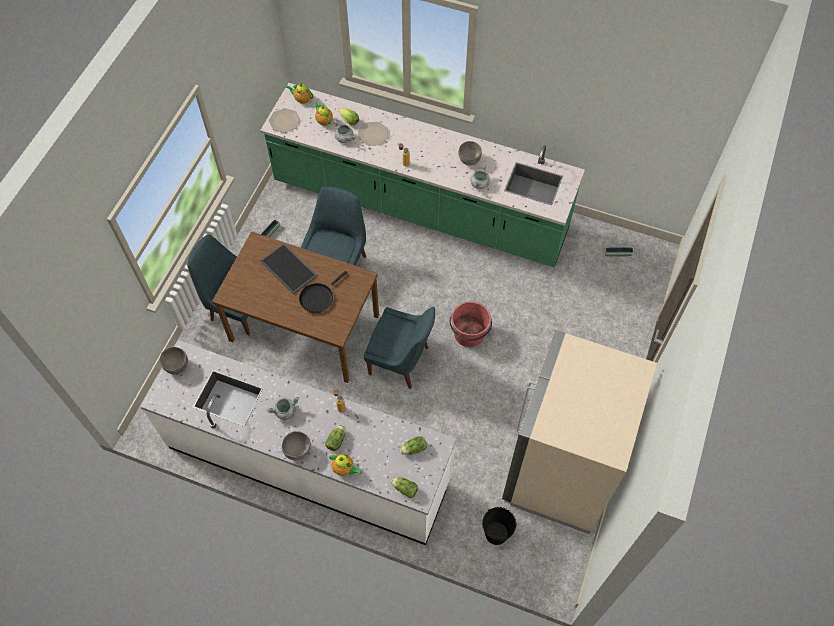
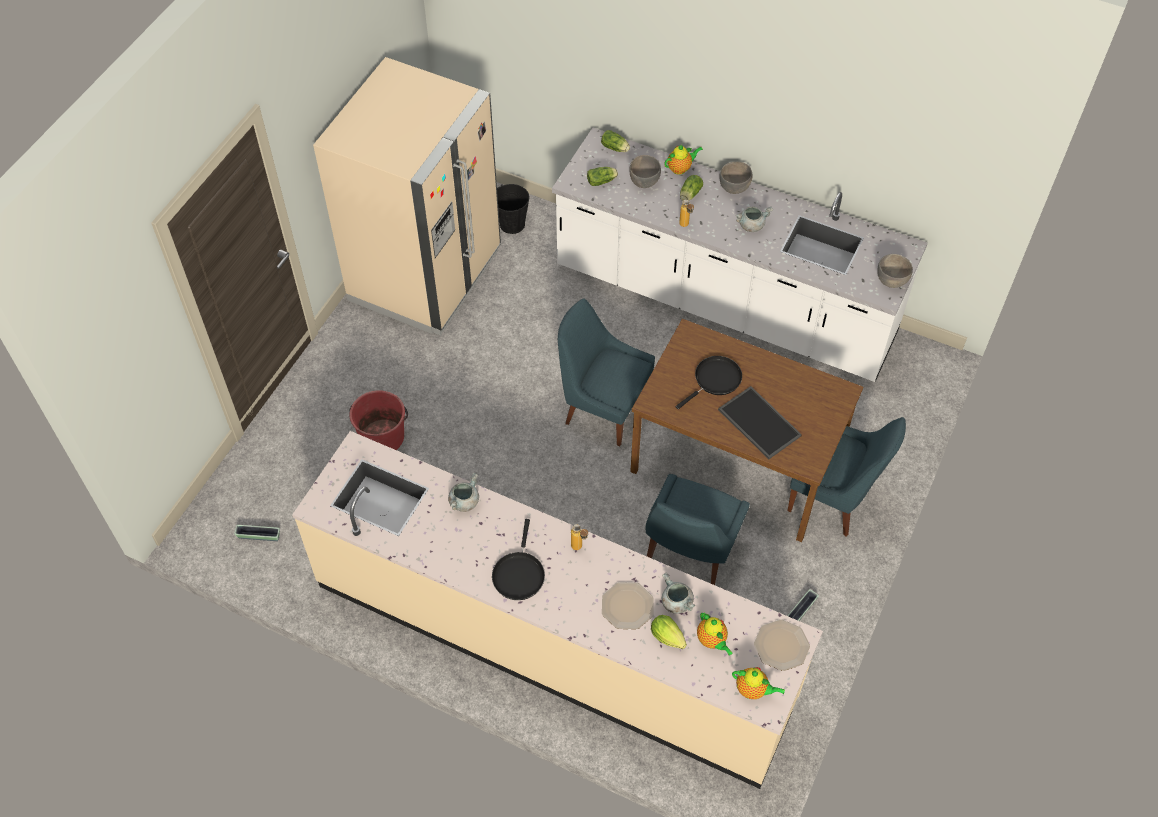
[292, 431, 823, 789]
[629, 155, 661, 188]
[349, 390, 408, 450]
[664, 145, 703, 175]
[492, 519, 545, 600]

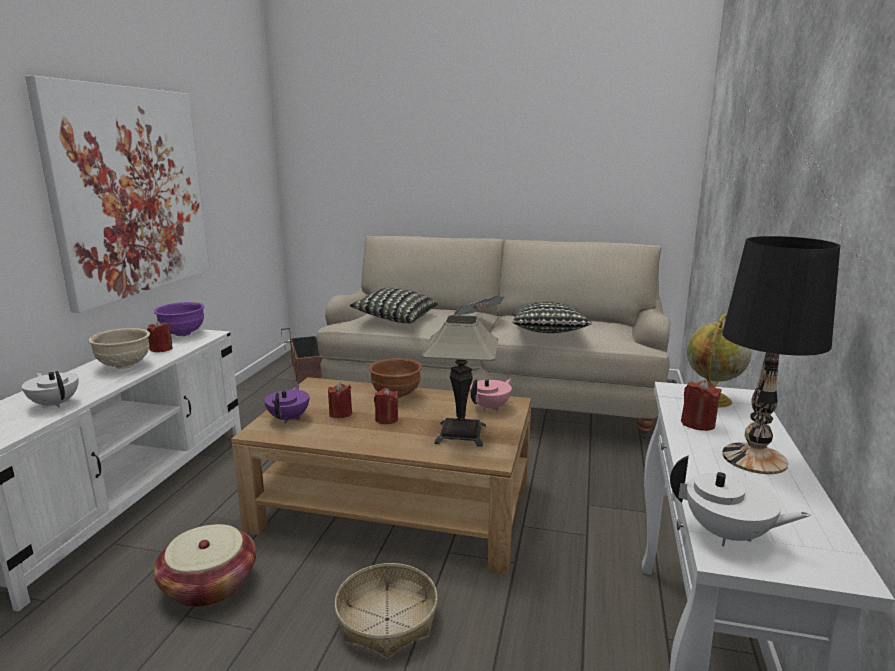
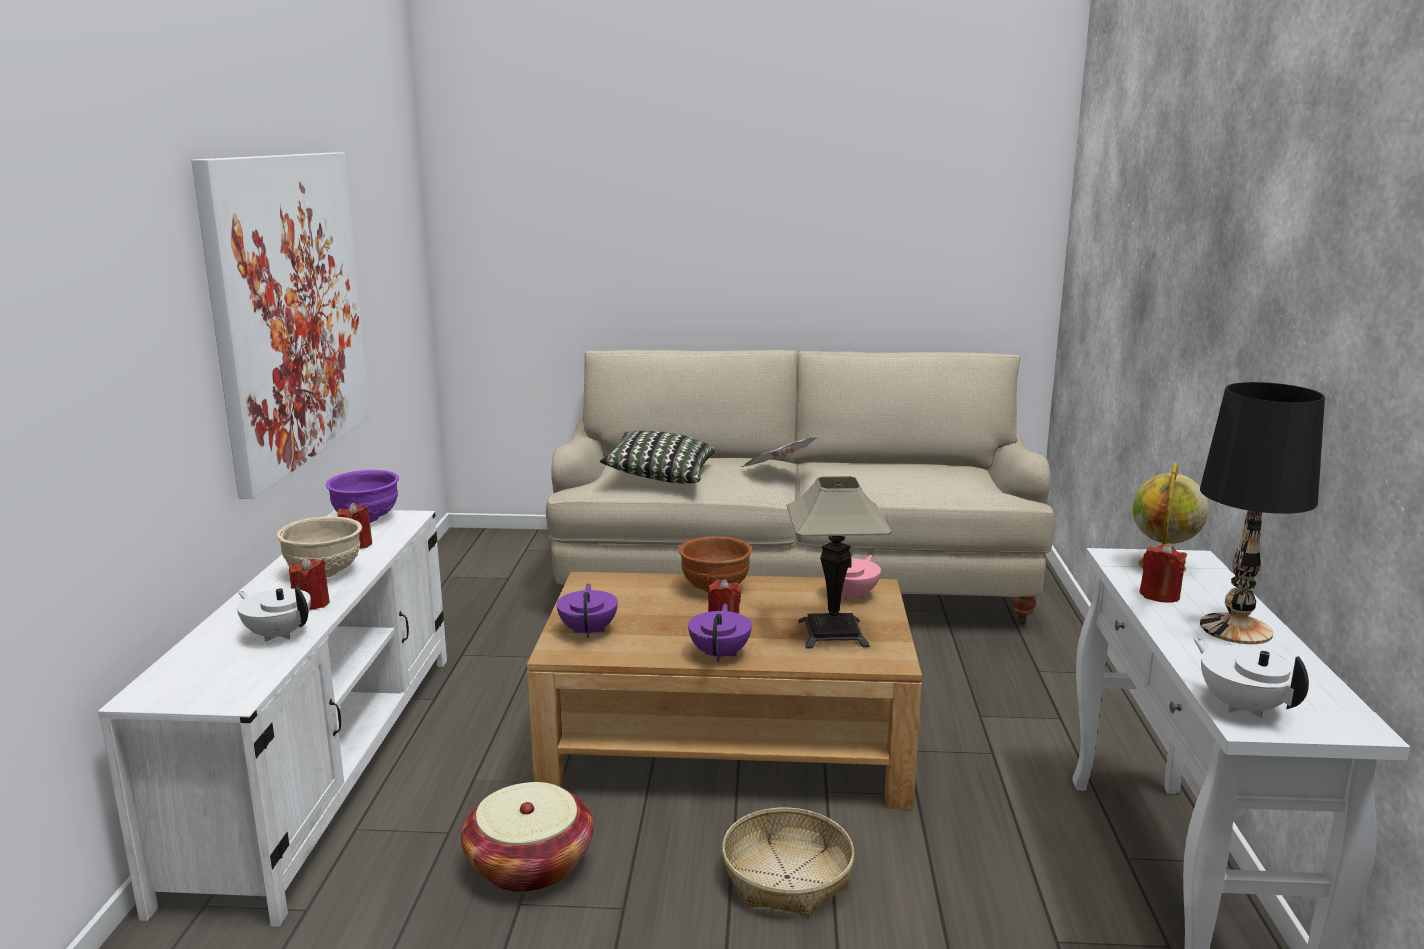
[512, 301, 592, 333] (first image)
[281, 328, 322, 383] (first image)
[289, 556, 330, 610]
[1193, 637, 1309, 718]
[688, 604, 752, 662]

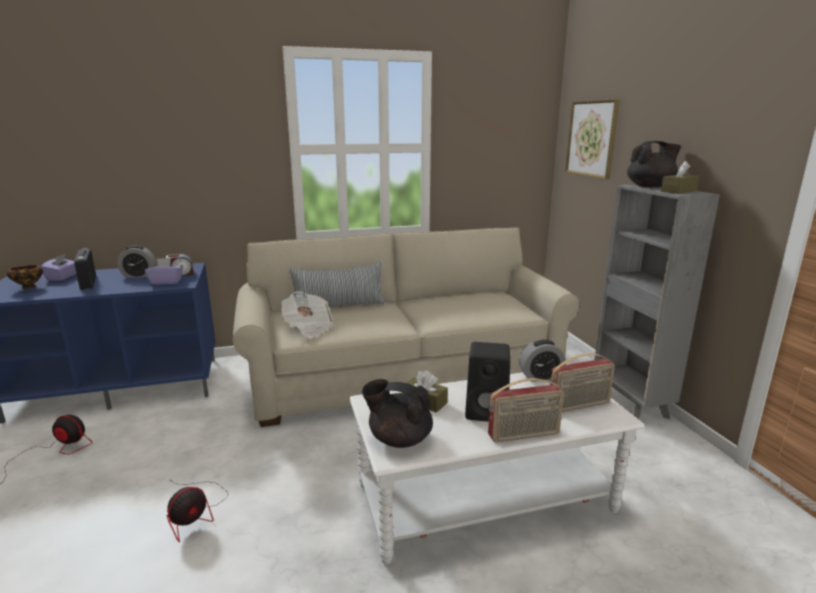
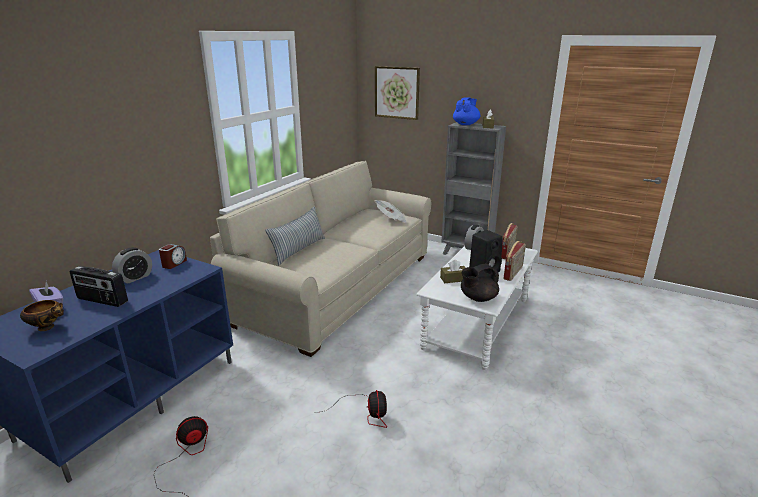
[453, 97, 480, 125]
[145, 258, 183, 285] (first image)
[375, 200, 407, 223]

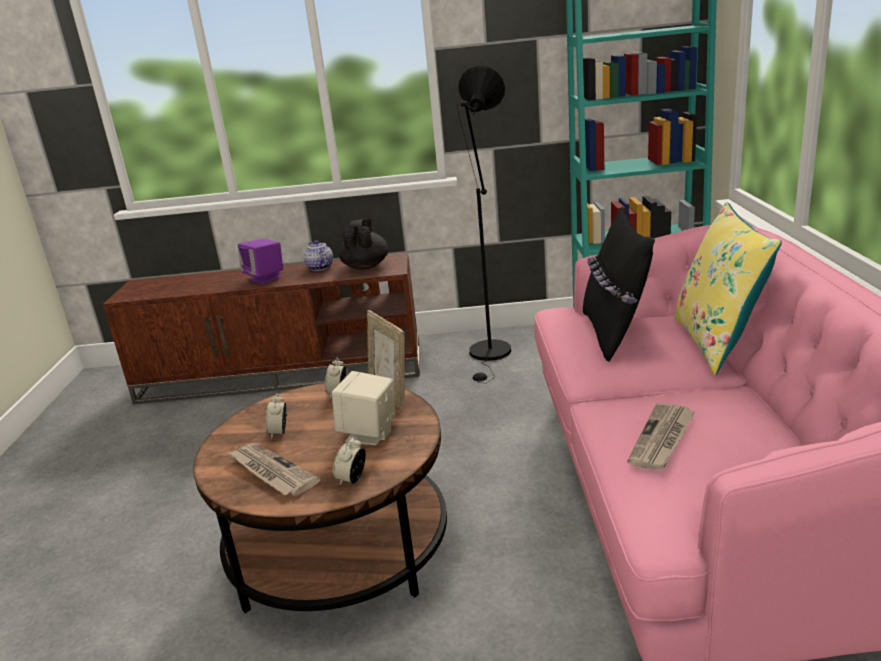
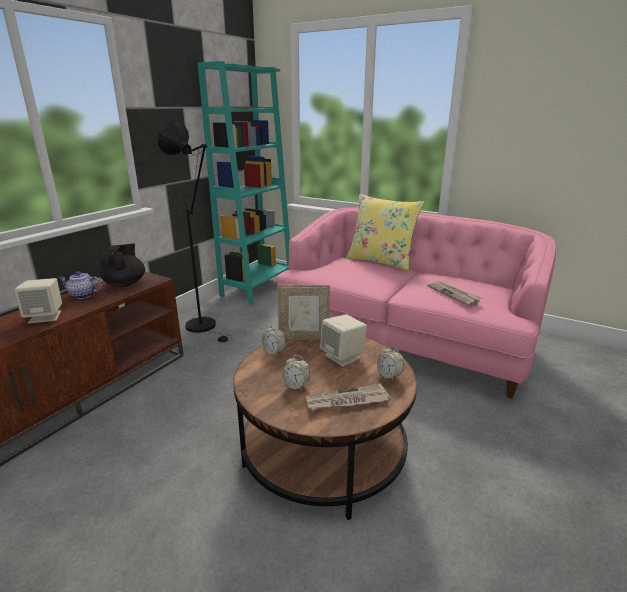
[583, 207, 655, 362] (first image)
[100, 244, 145, 287]
[14, 278, 62, 324]

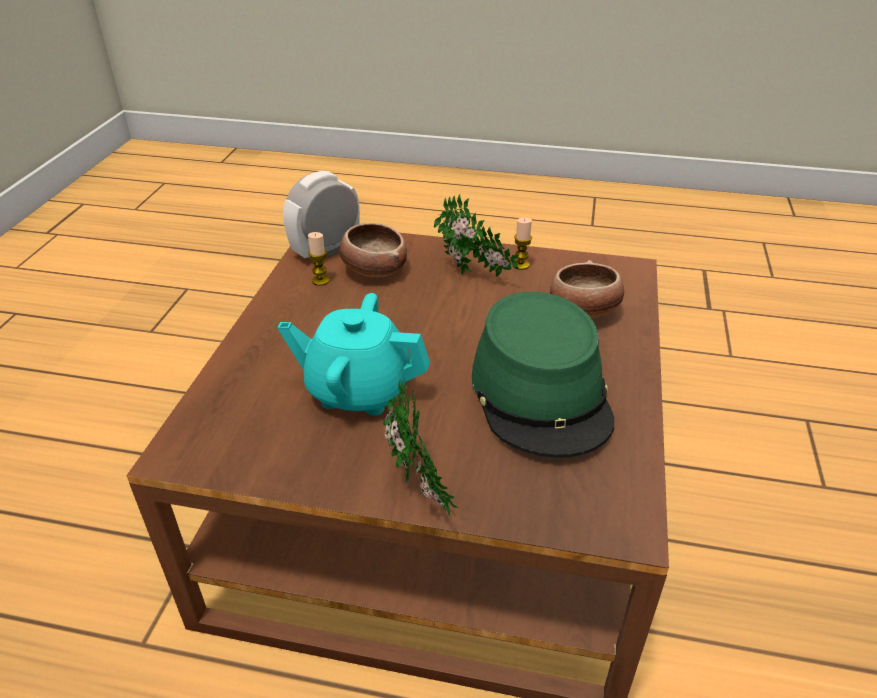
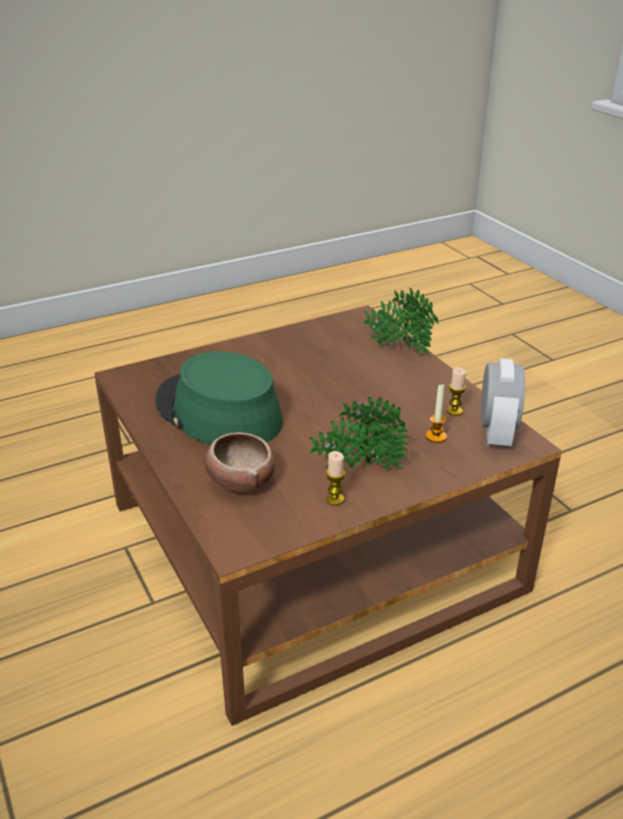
[426, 384, 447, 443]
[277, 293, 430, 416] (first image)
[363, 288, 438, 354]

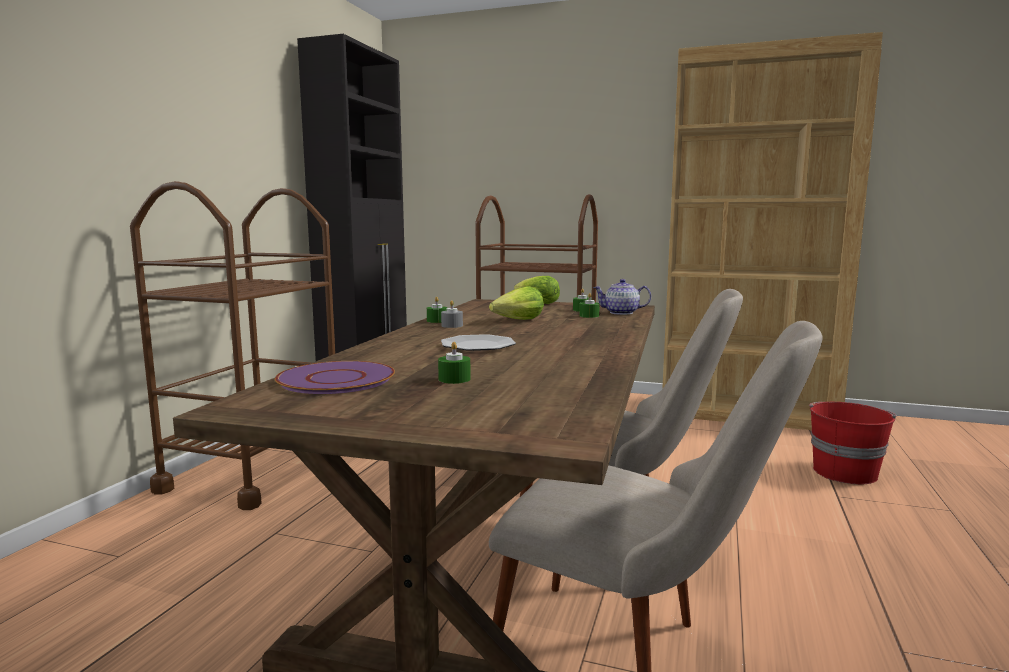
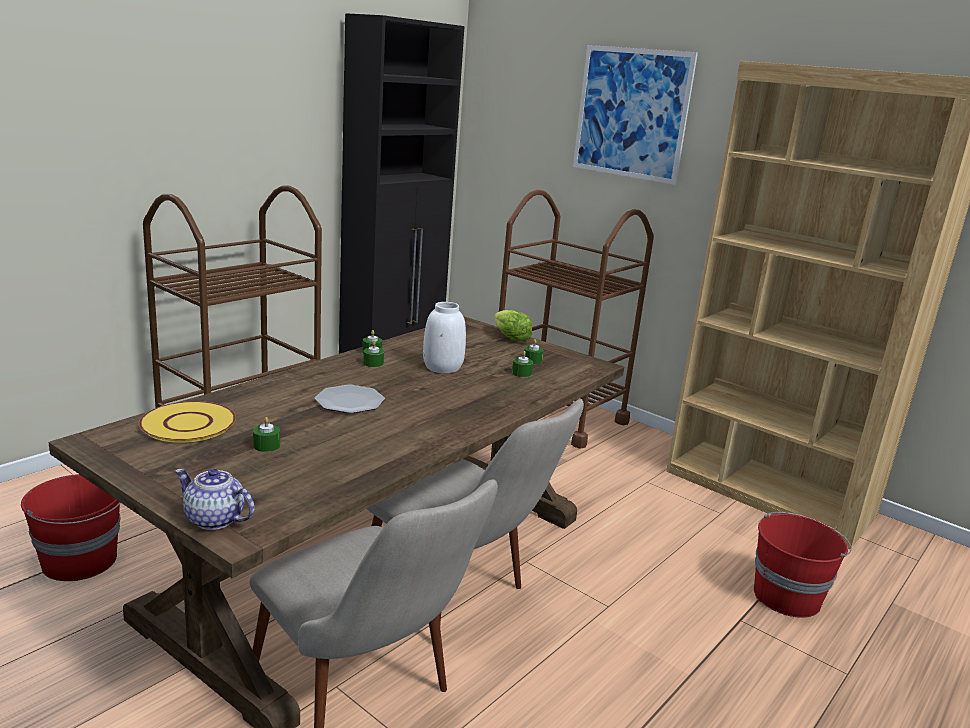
[175, 468, 255, 530]
[423, 302, 466, 373]
[363, 341, 384, 367]
[139, 401, 236, 443]
[573, 45, 698, 185]
[21, 474, 121, 581]

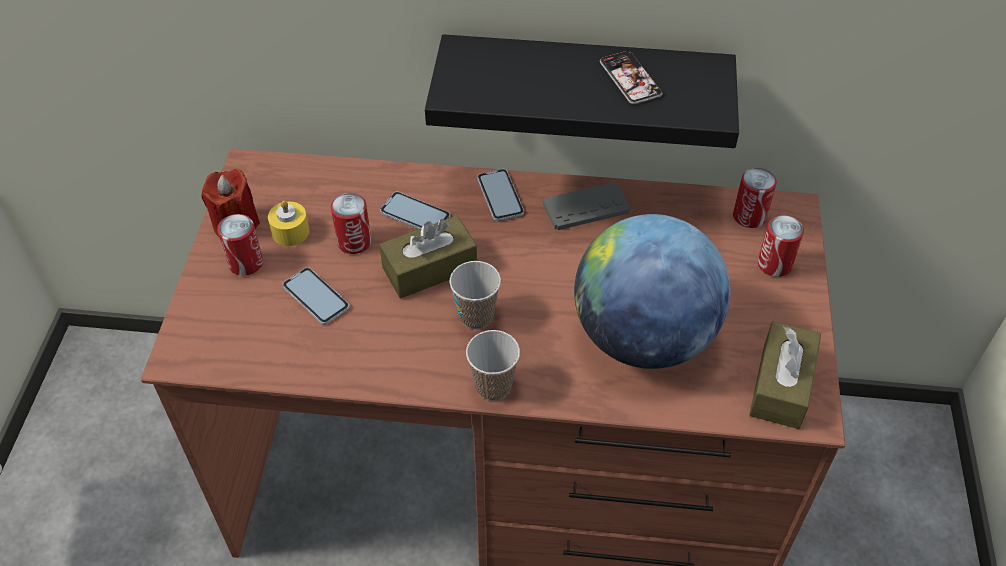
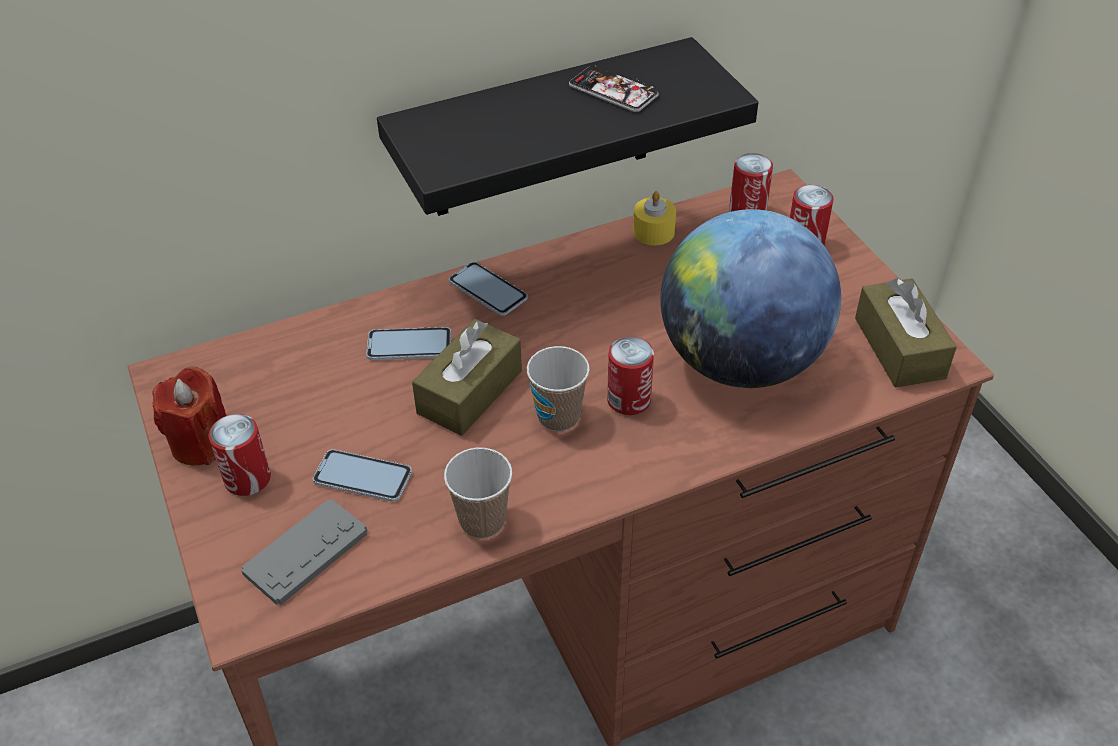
[241, 499, 367, 605]
[607, 337, 654, 415]
[633, 191, 676, 245]
[444, 447, 512, 539]

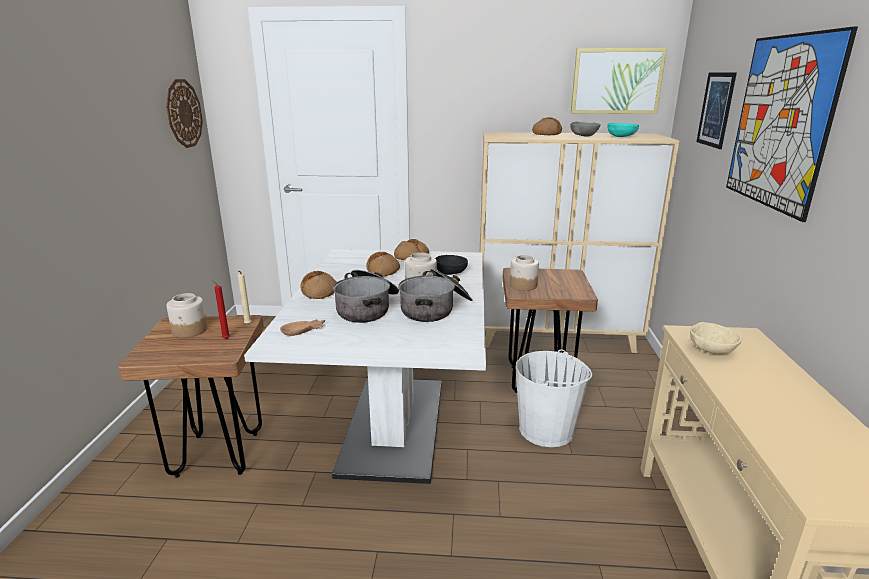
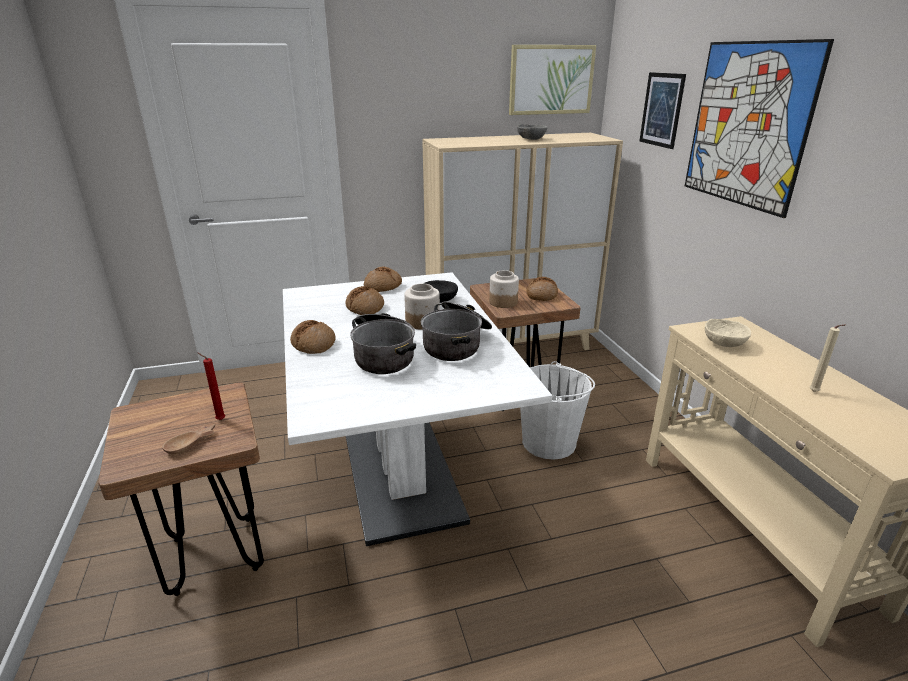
[166, 79, 203, 148] (first image)
[526, 277, 558, 301]
[607, 123, 639, 137] (first image)
[810, 325, 845, 392]
[166, 293, 208, 338] (first image)
[162, 424, 215, 454]

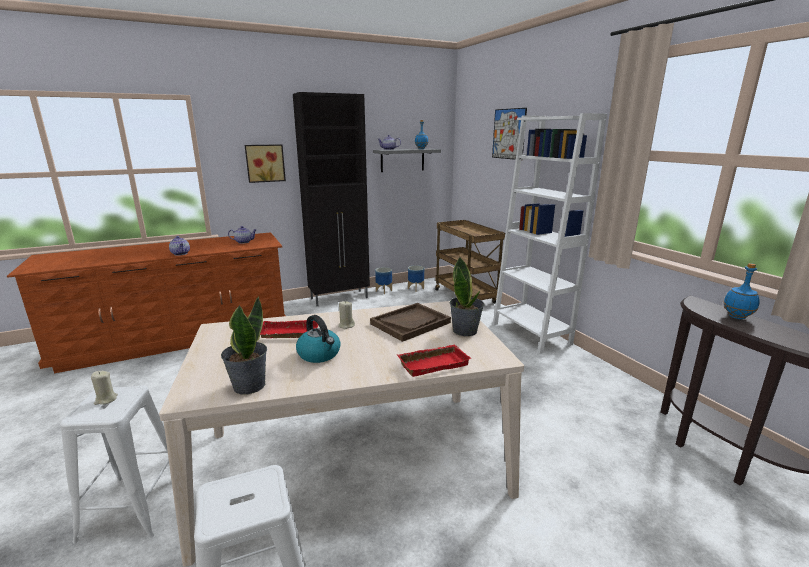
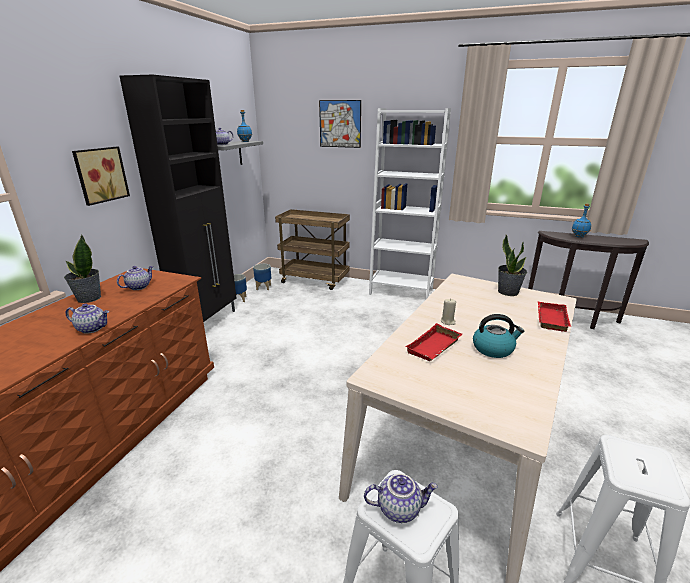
[64, 235, 101, 303]
[370, 303, 451, 342] (first image)
[364, 473, 438, 523]

